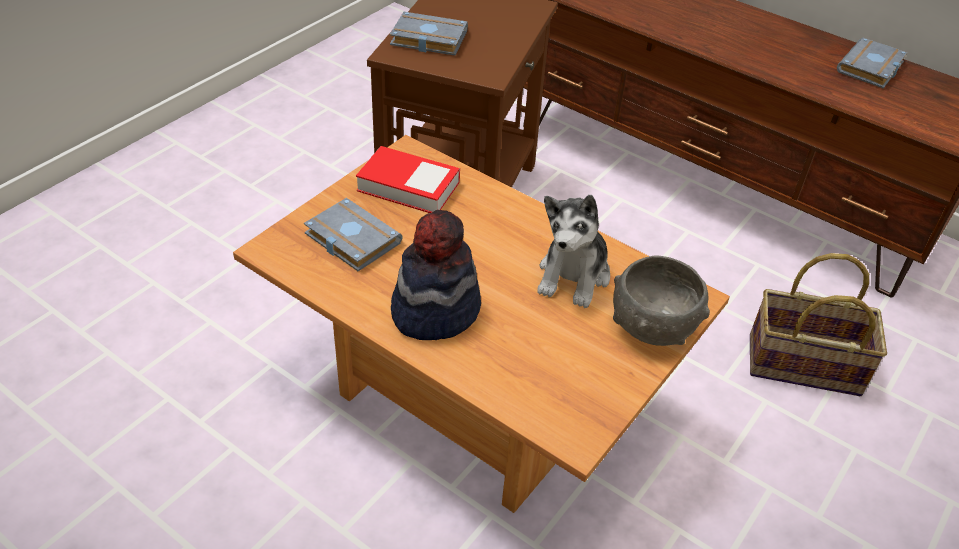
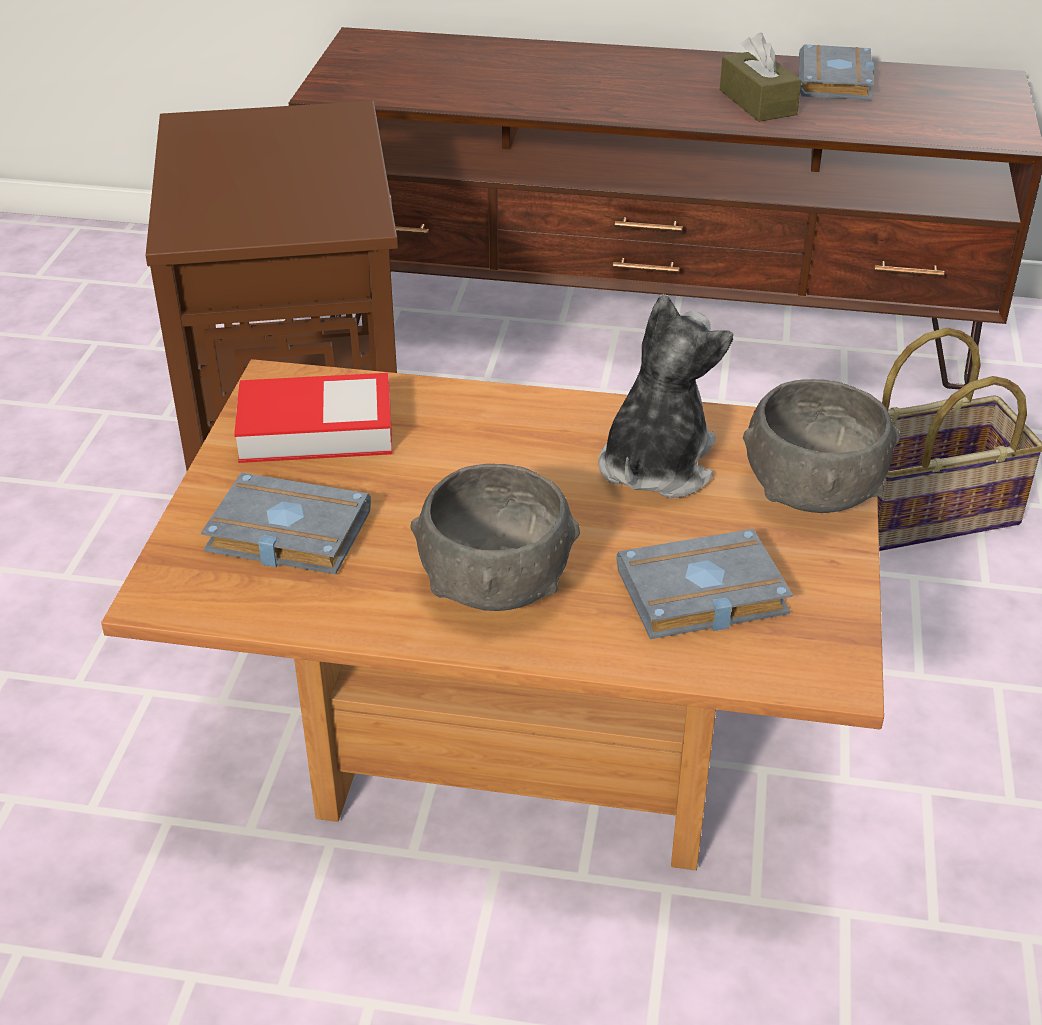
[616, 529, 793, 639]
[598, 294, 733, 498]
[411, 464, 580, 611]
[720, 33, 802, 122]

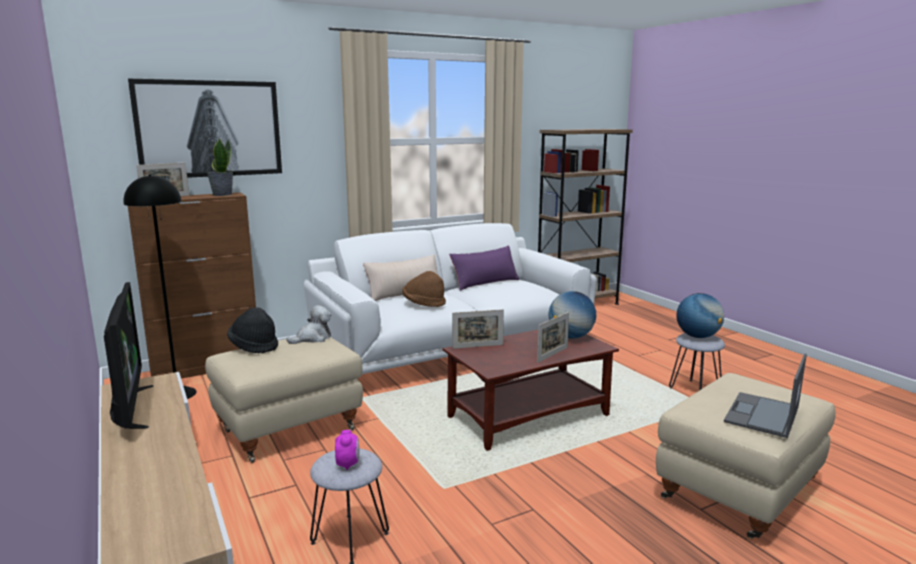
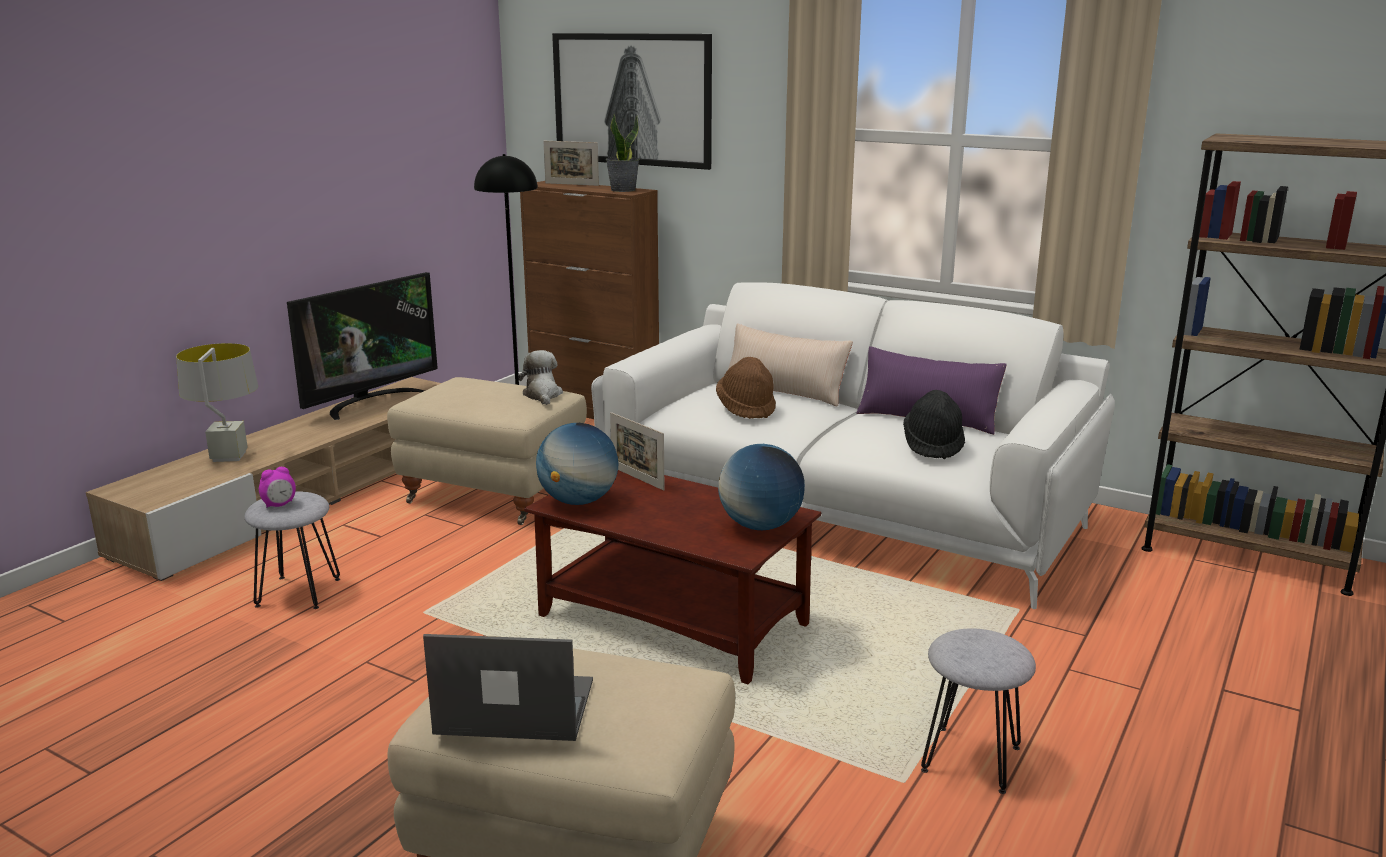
[536, 423, 619, 505]
[518, 350, 563, 405]
[903, 390, 965, 459]
[537, 312, 569, 363] (first image)
[176, 343, 258, 462]

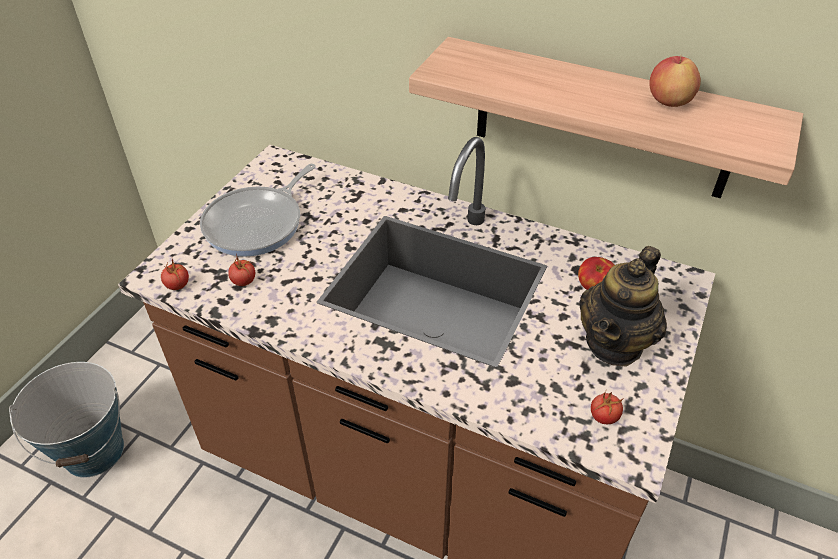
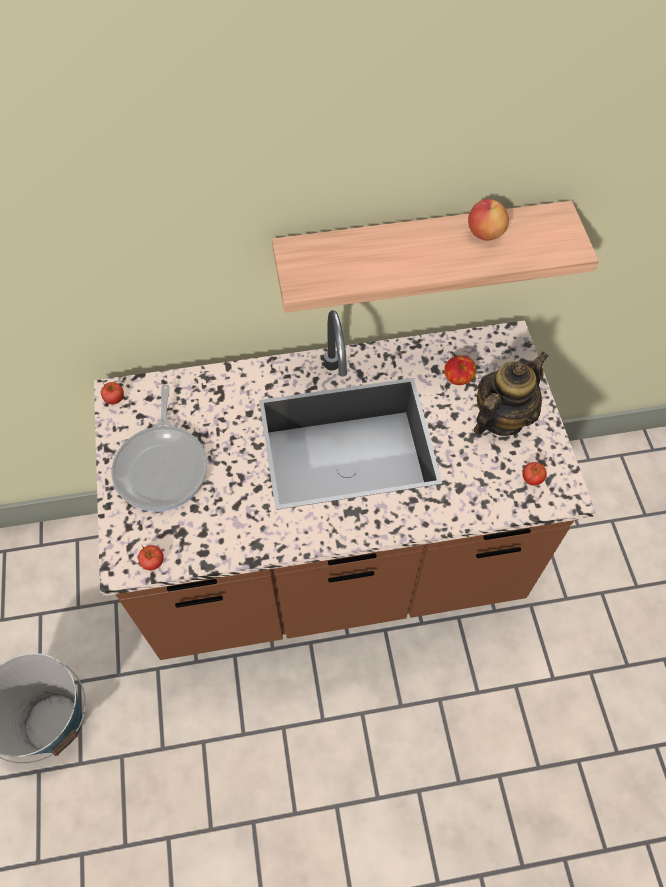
[474, 352, 548, 436]
[101, 381, 124, 404]

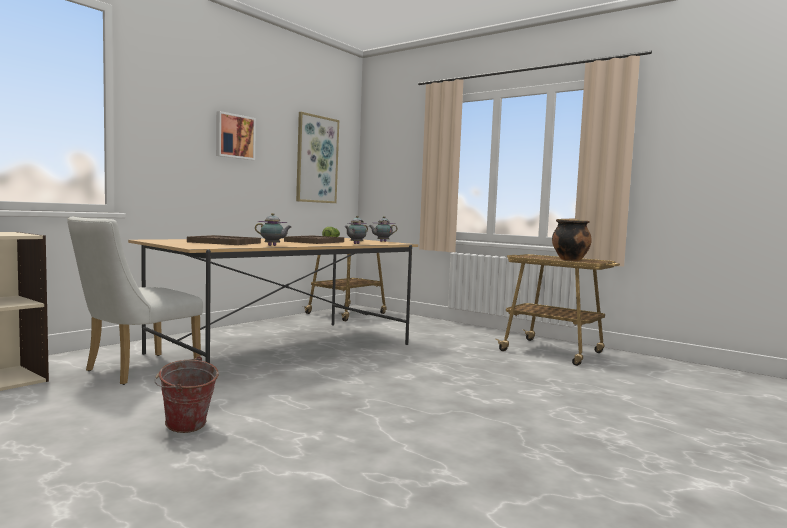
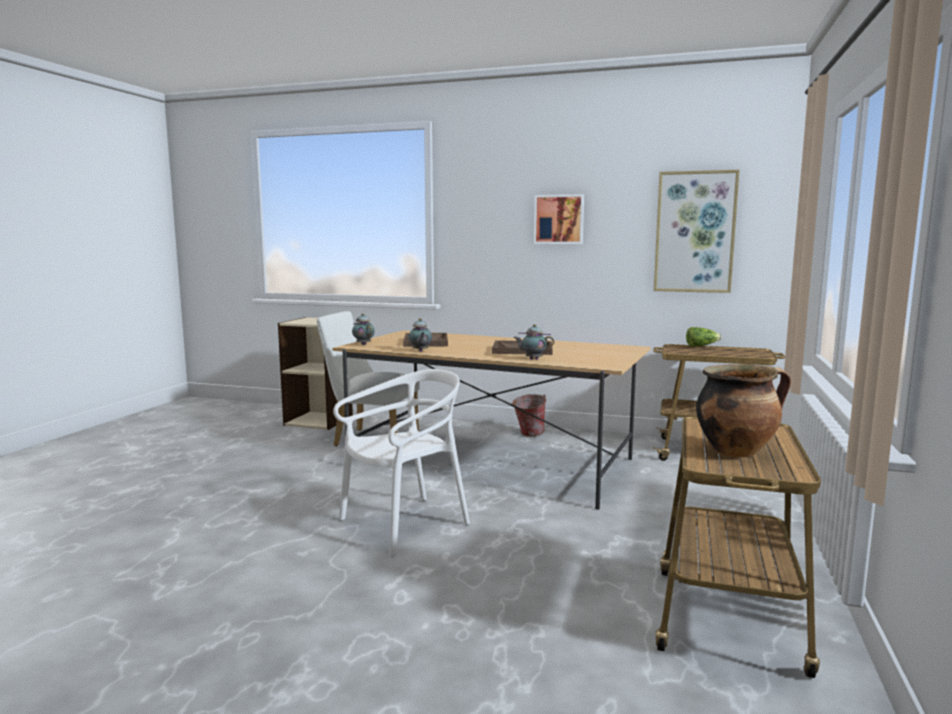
[352, 314, 375, 345]
[513, 394, 546, 437]
[333, 369, 470, 556]

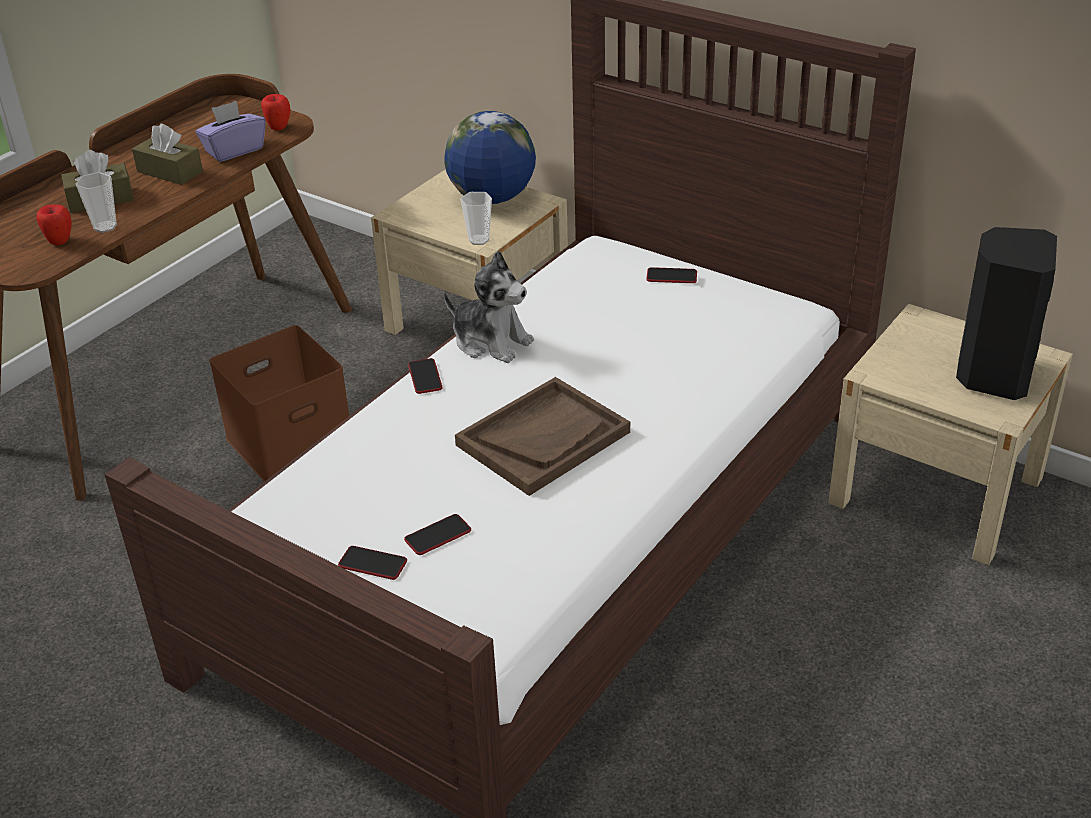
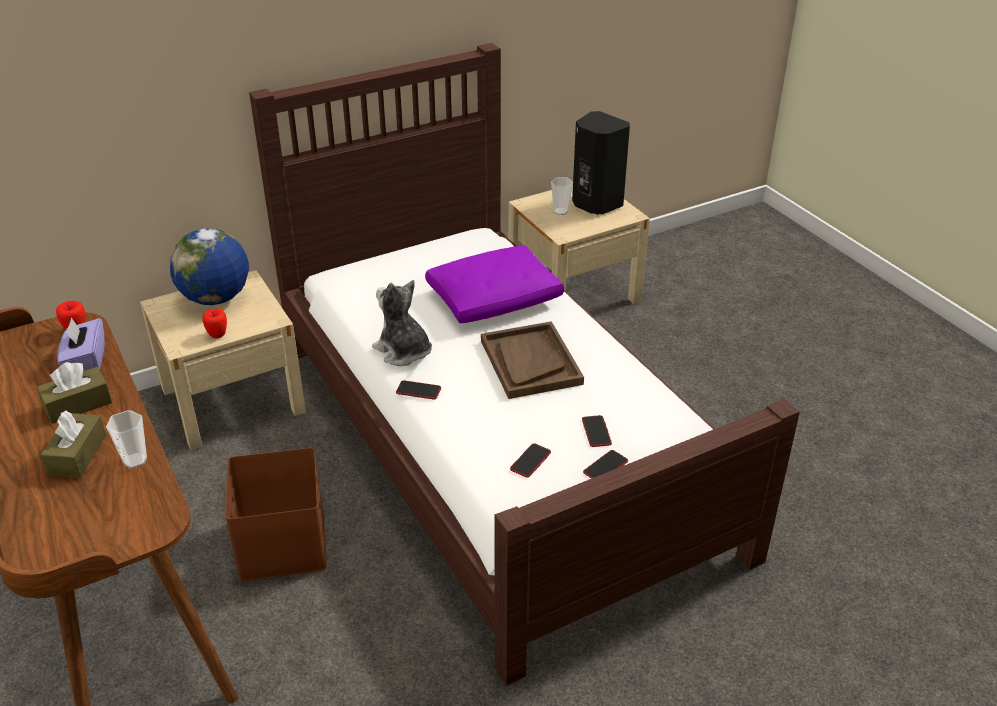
[551, 177, 573, 215]
[202, 308, 227, 339]
[372, 280, 432, 366]
[510, 443, 551, 478]
[425, 245, 564, 323]

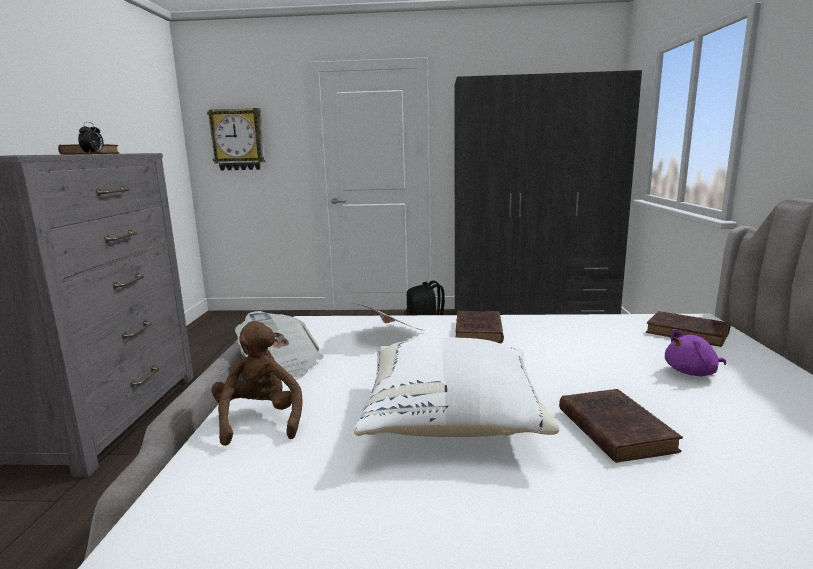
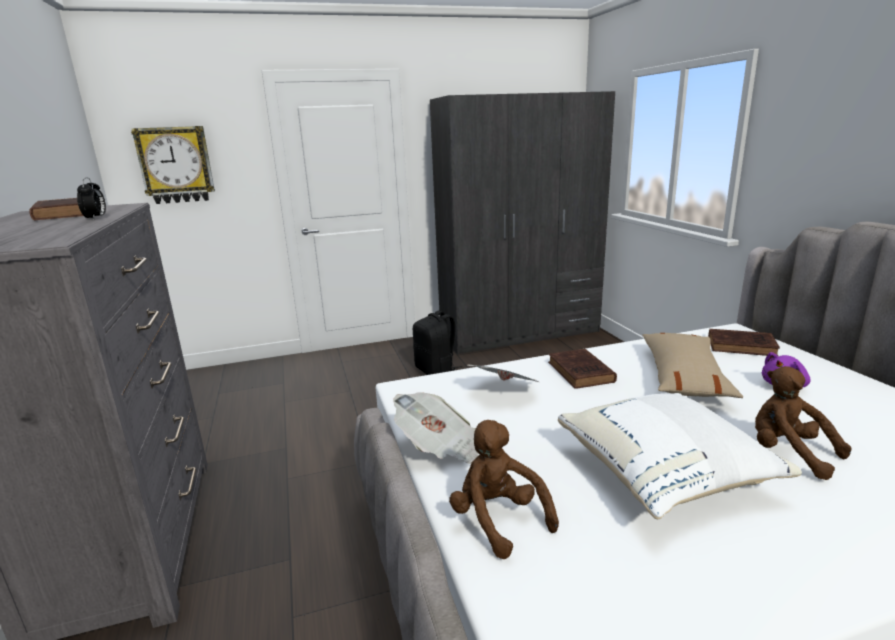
[755, 366, 852, 480]
[642, 333, 743, 398]

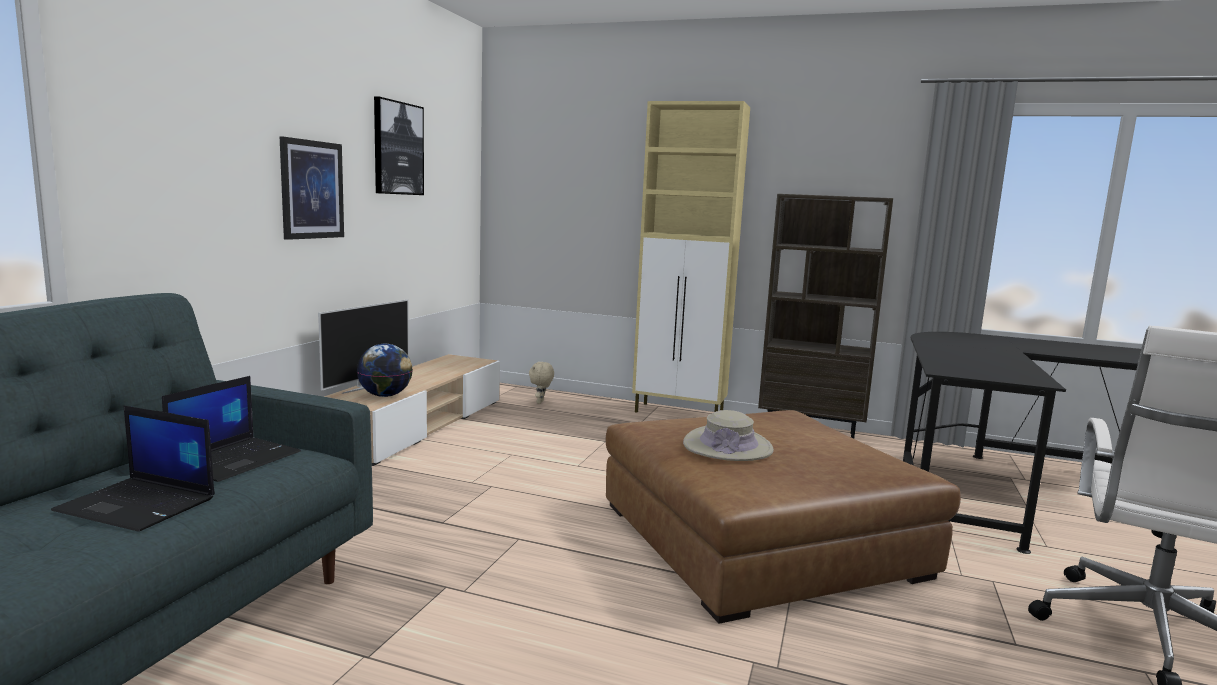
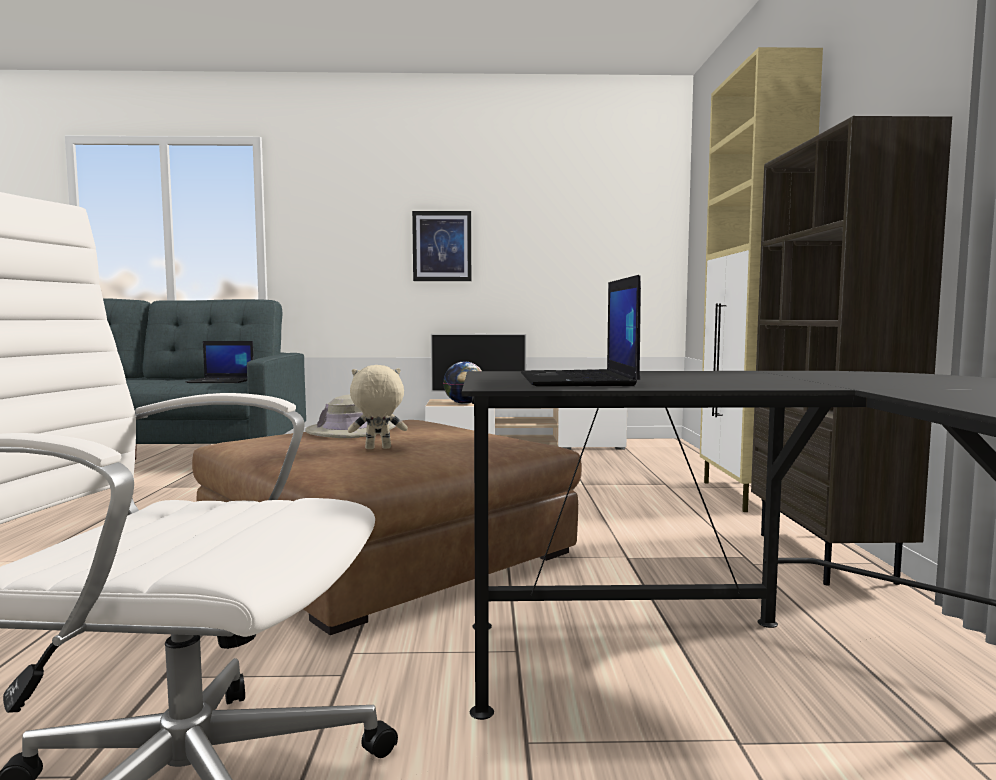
[374, 97, 424, 195] (first image)
[348, 365, 408, 449]
[521, 275, 641, 387]

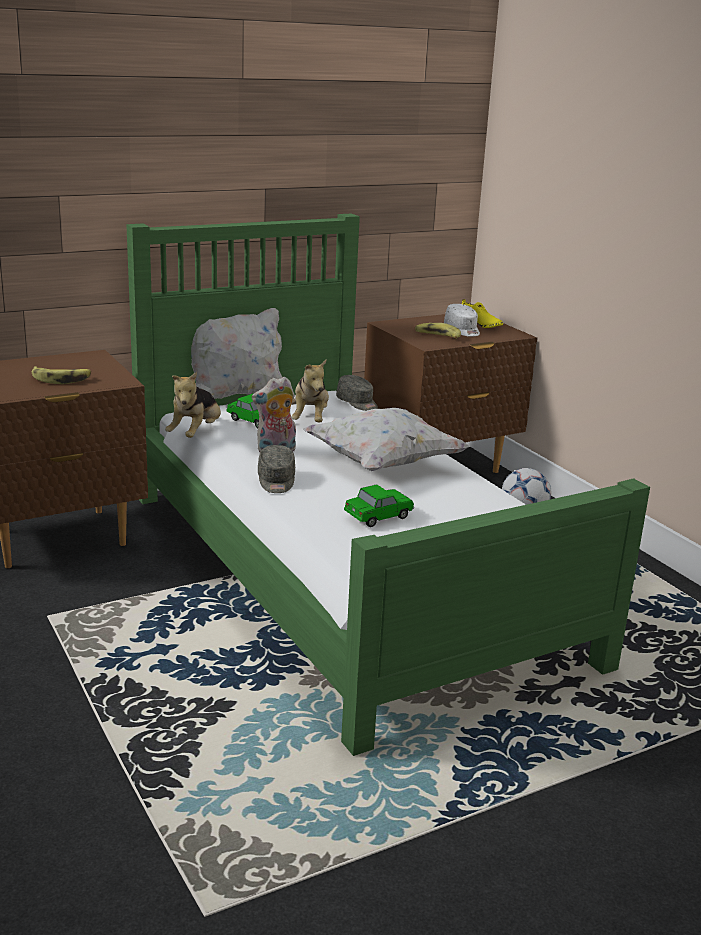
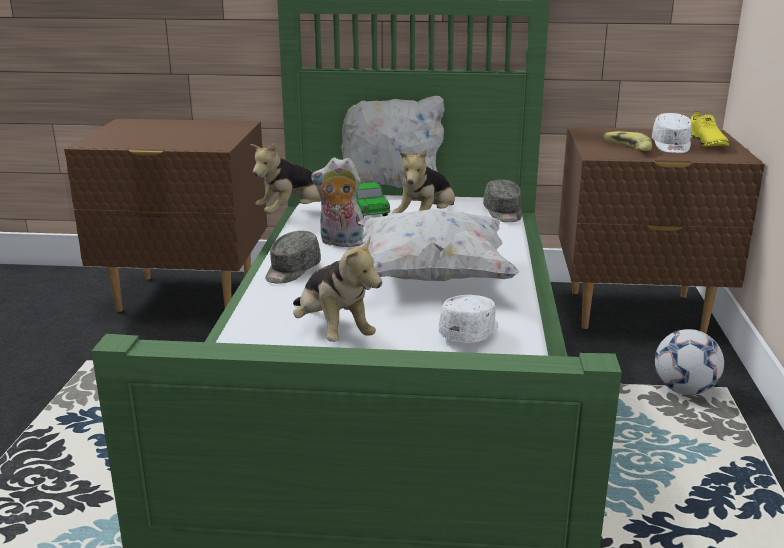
[32, 366, 91, 384] (first image)
[293, 237, 382, 342]
[439, 295, 498, 343]

